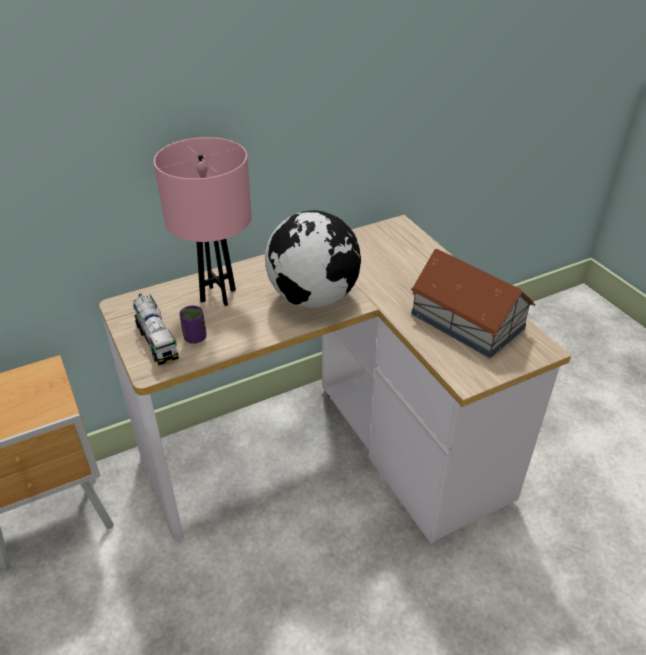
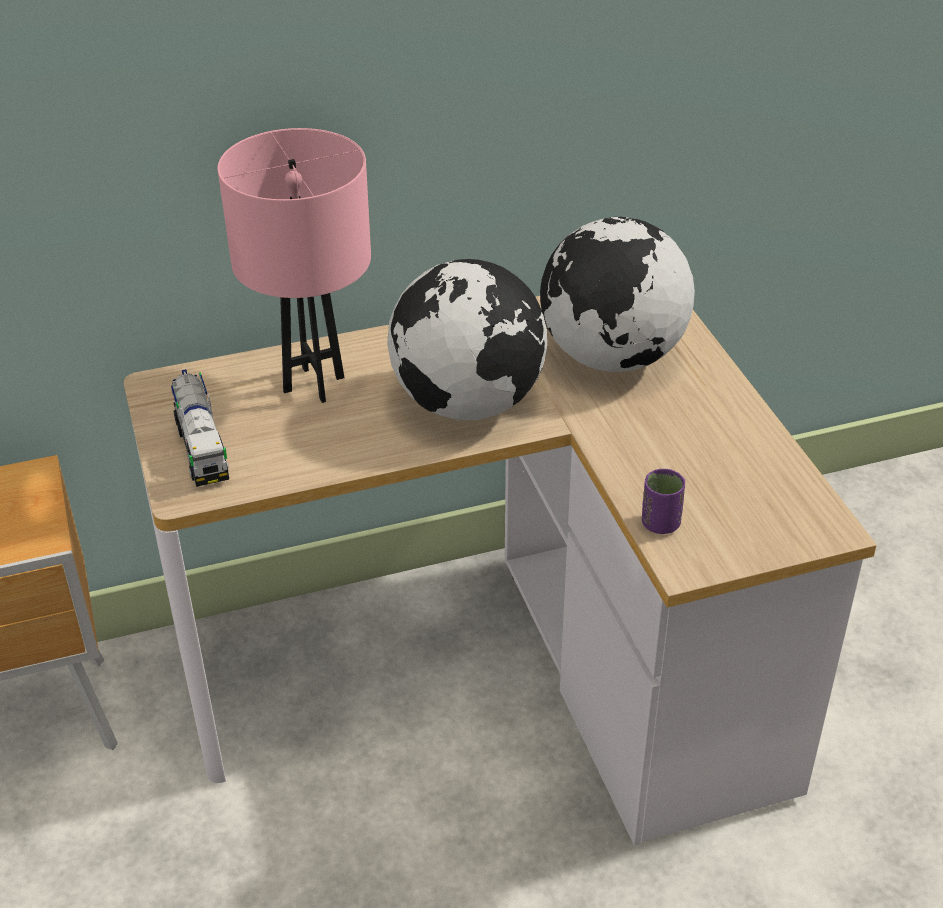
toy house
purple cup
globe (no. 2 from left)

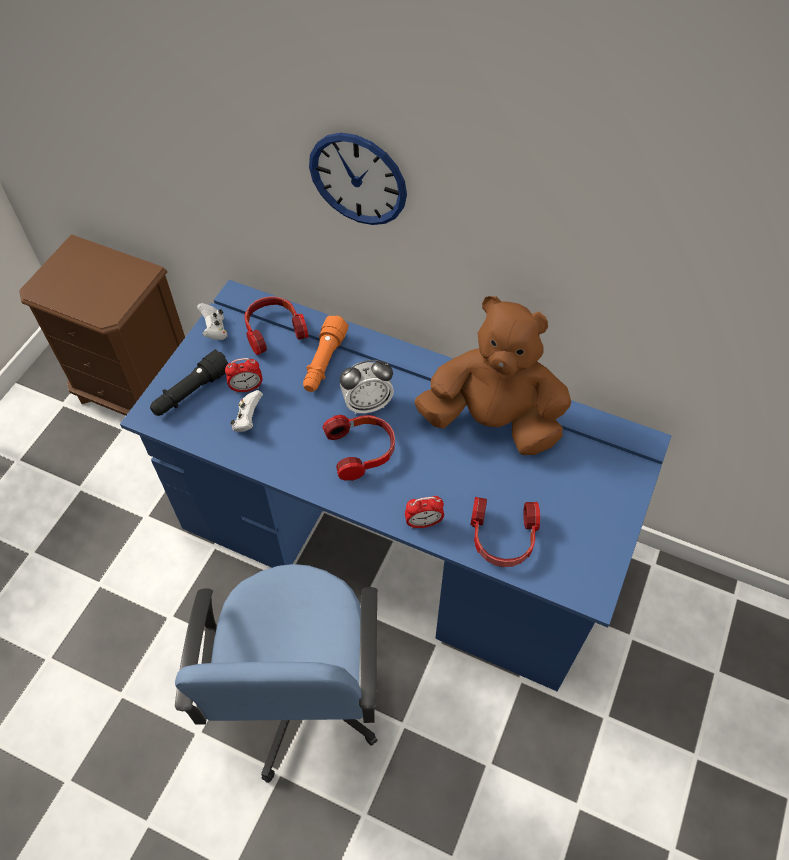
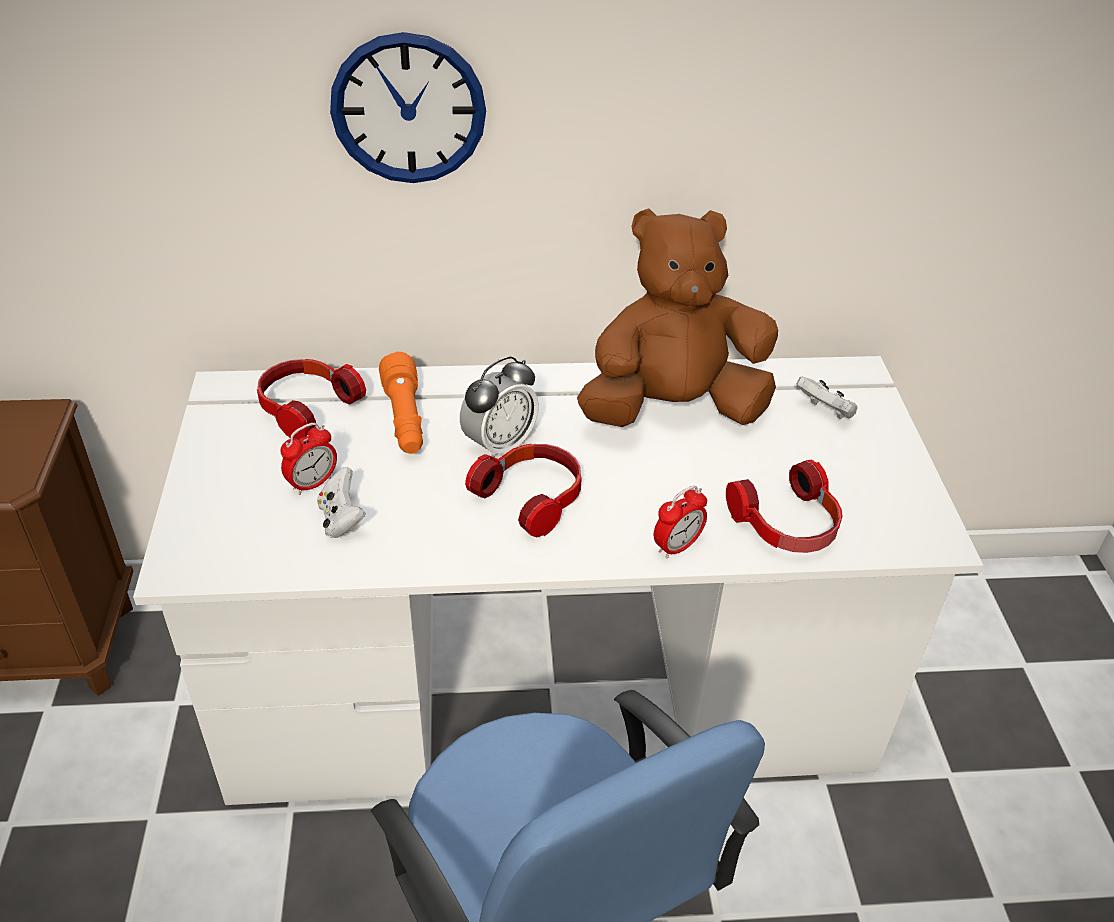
white desk
white game controller (no. 2 from left)
black flashlight

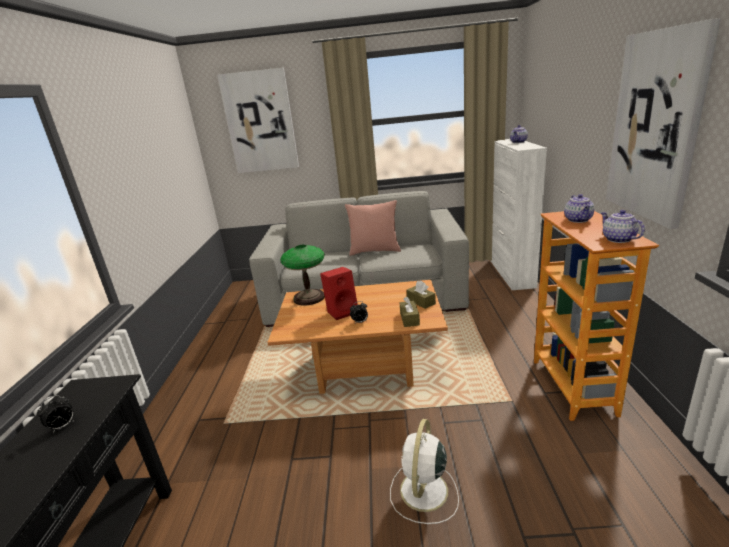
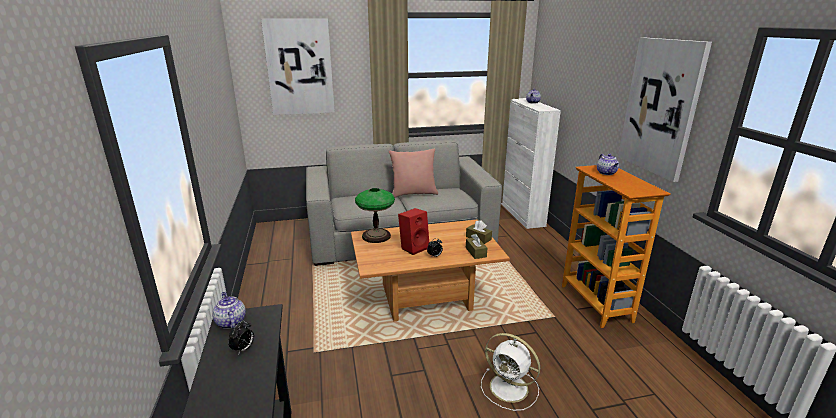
teapot (no. 1 from left)
white fan

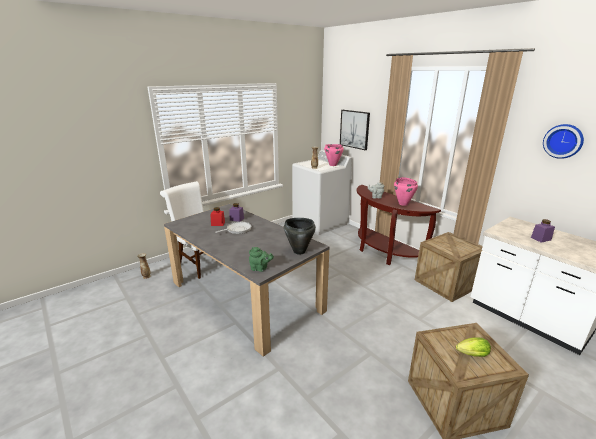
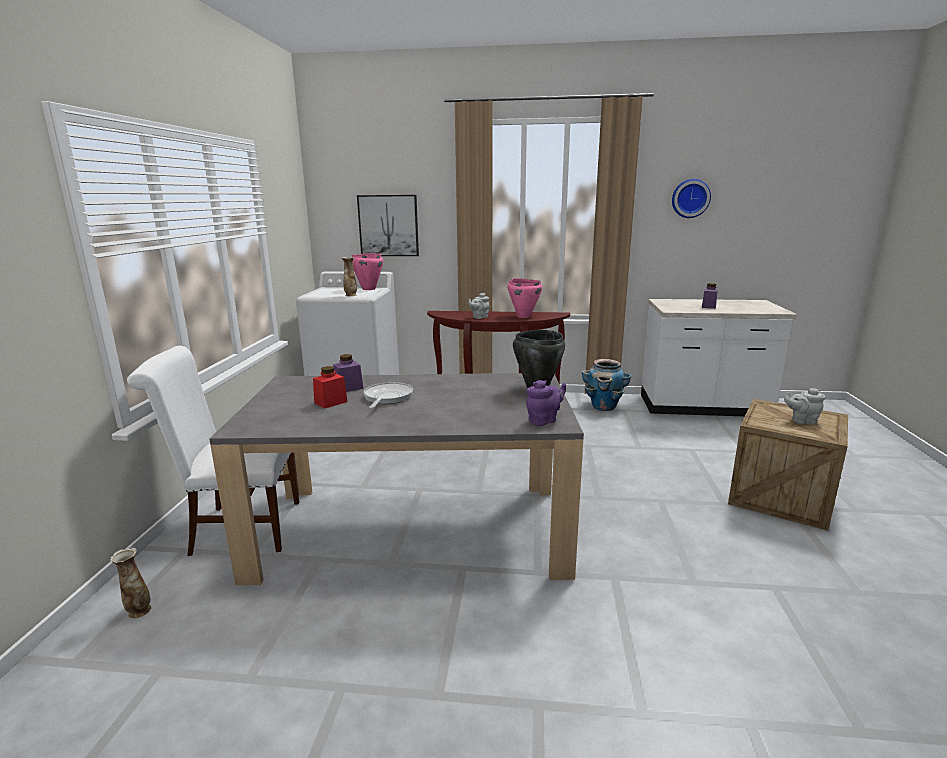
planter
purple teapot
grey teapot (no. 2 from left)

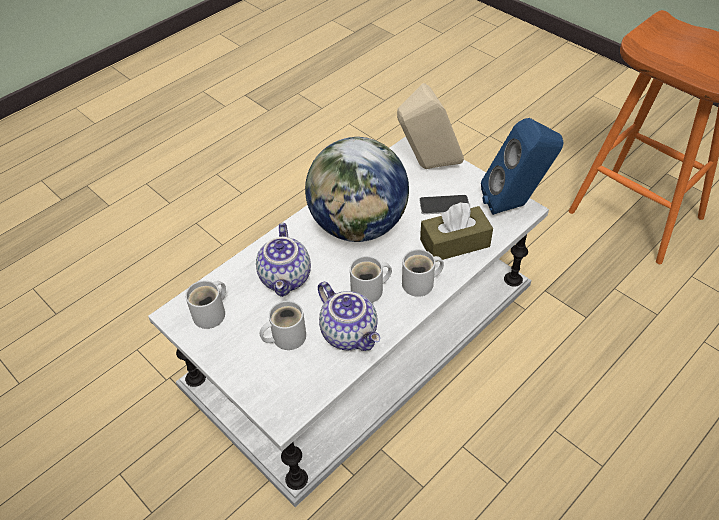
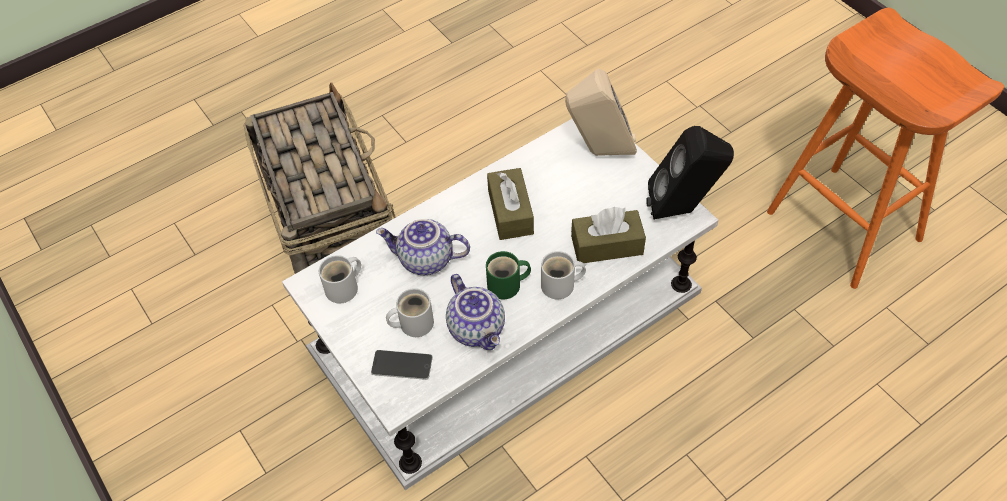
black speaker
brown tissue box (no. 1 from left)
phone
teapot (no. 1 from left)
green mug
basket

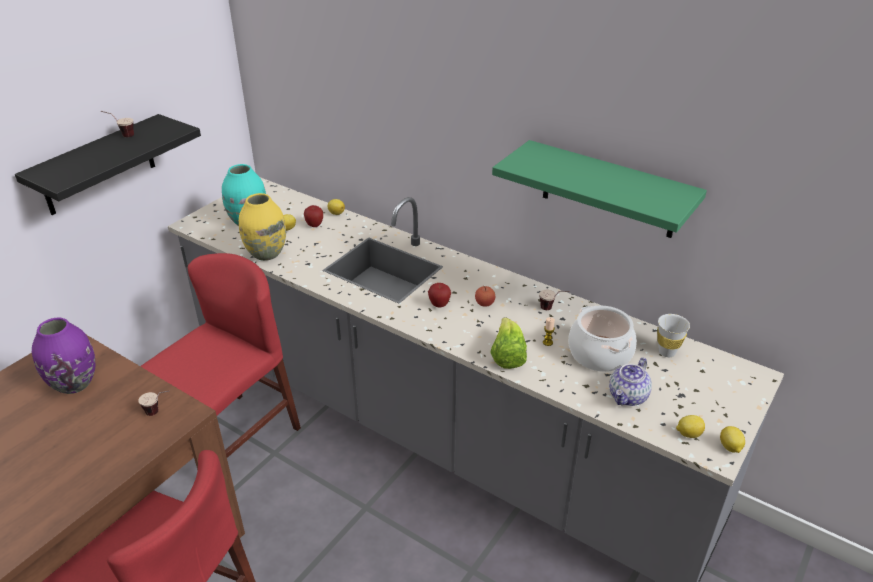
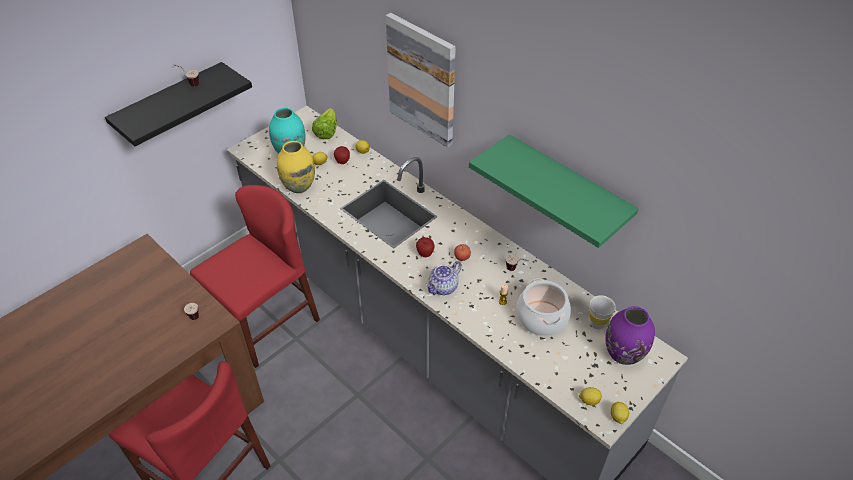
purple vase
lettuce
teapot
picture

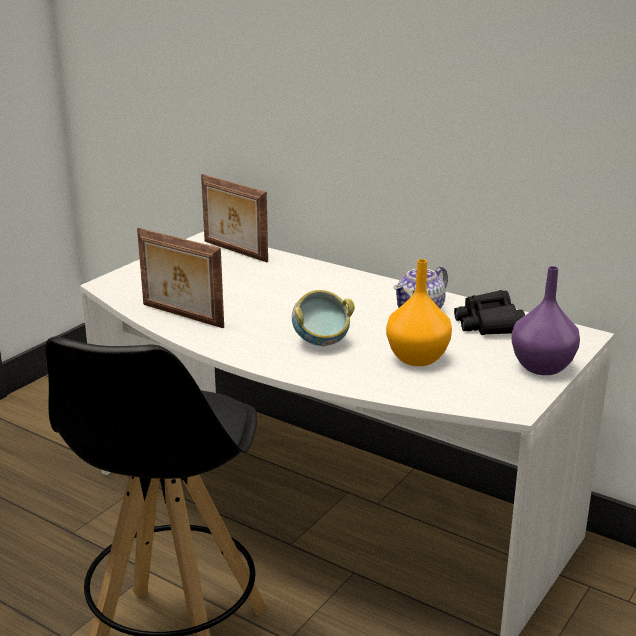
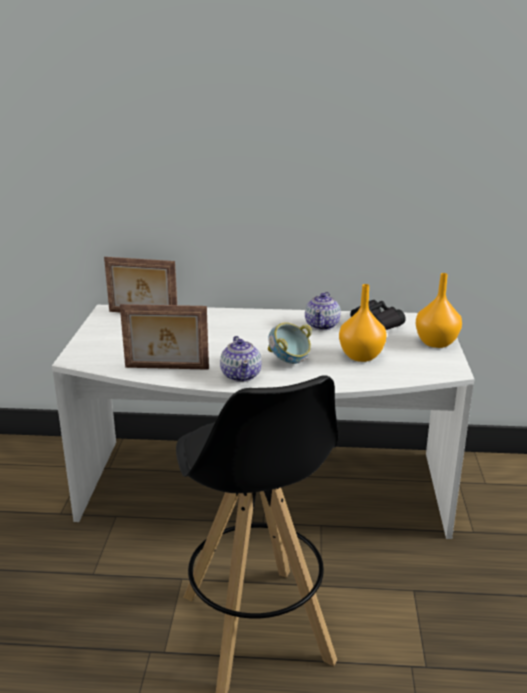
orange vase (no. 2 from left)
teapot (no. 1 from left)

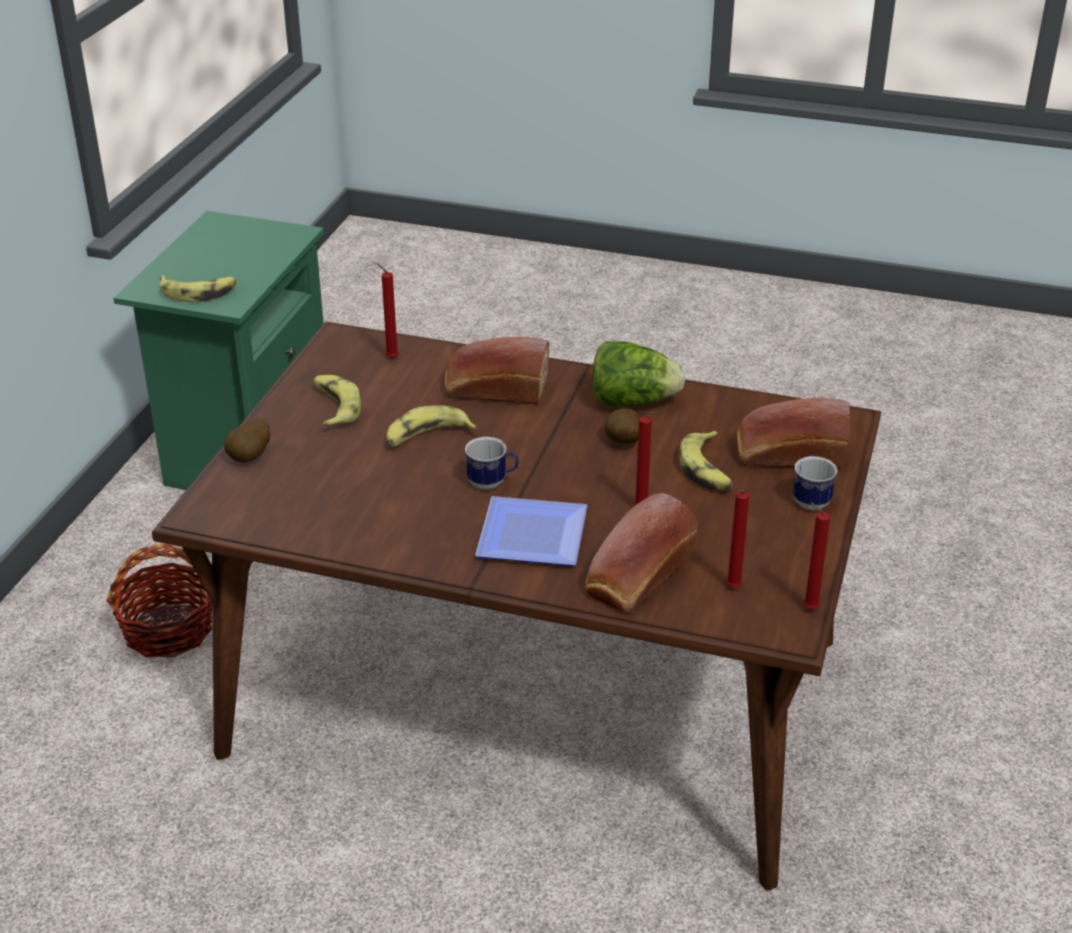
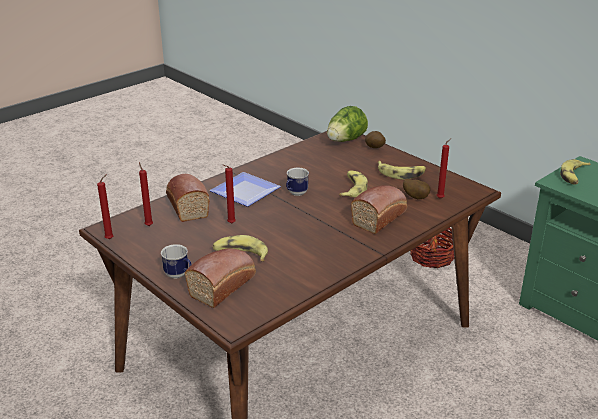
lettuce
potato (no. 2 from left)

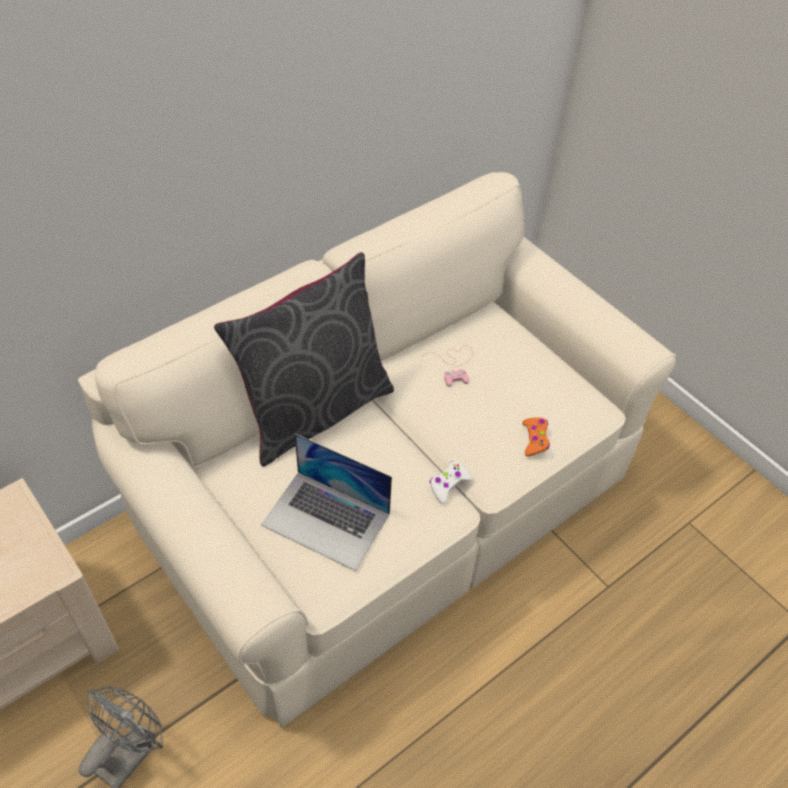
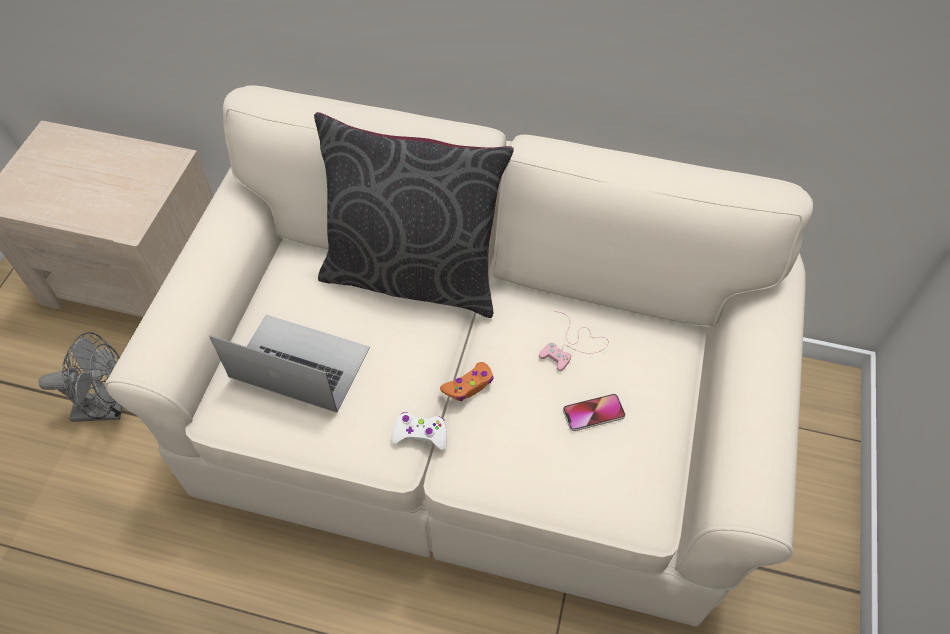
orange game controller
laptop
phone

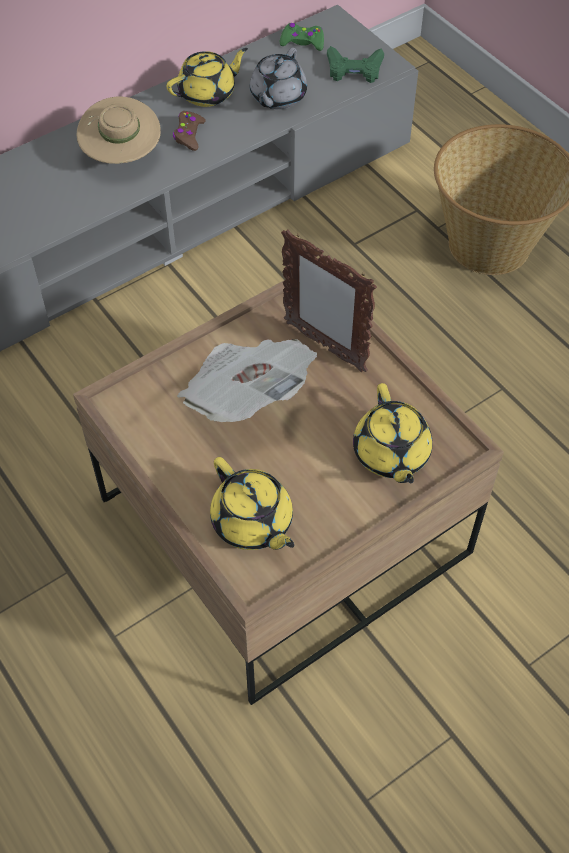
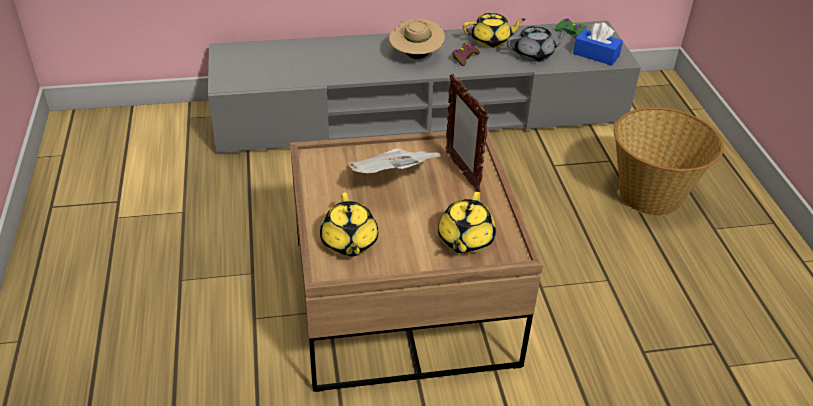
blue tissue box
grey teapot

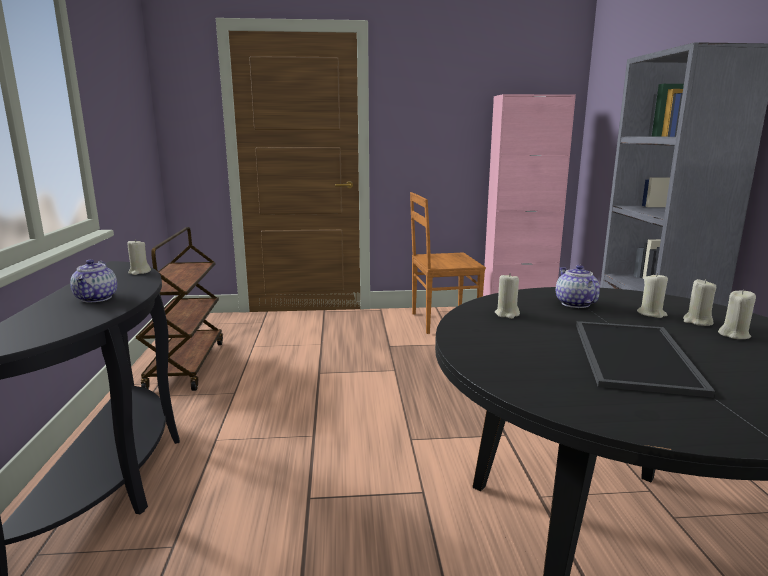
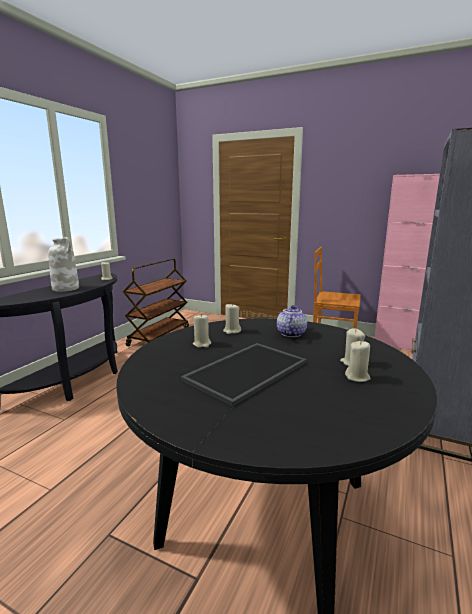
white vase
beige candle (no. 2 from left)

